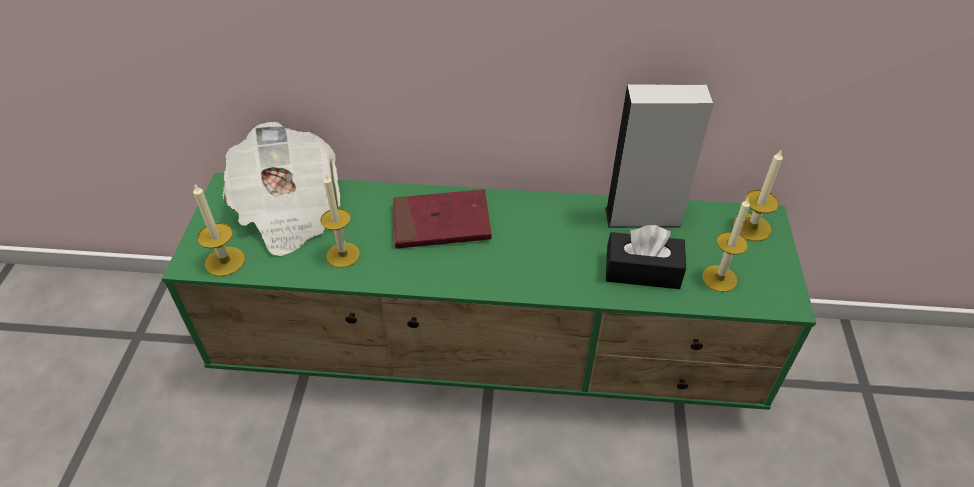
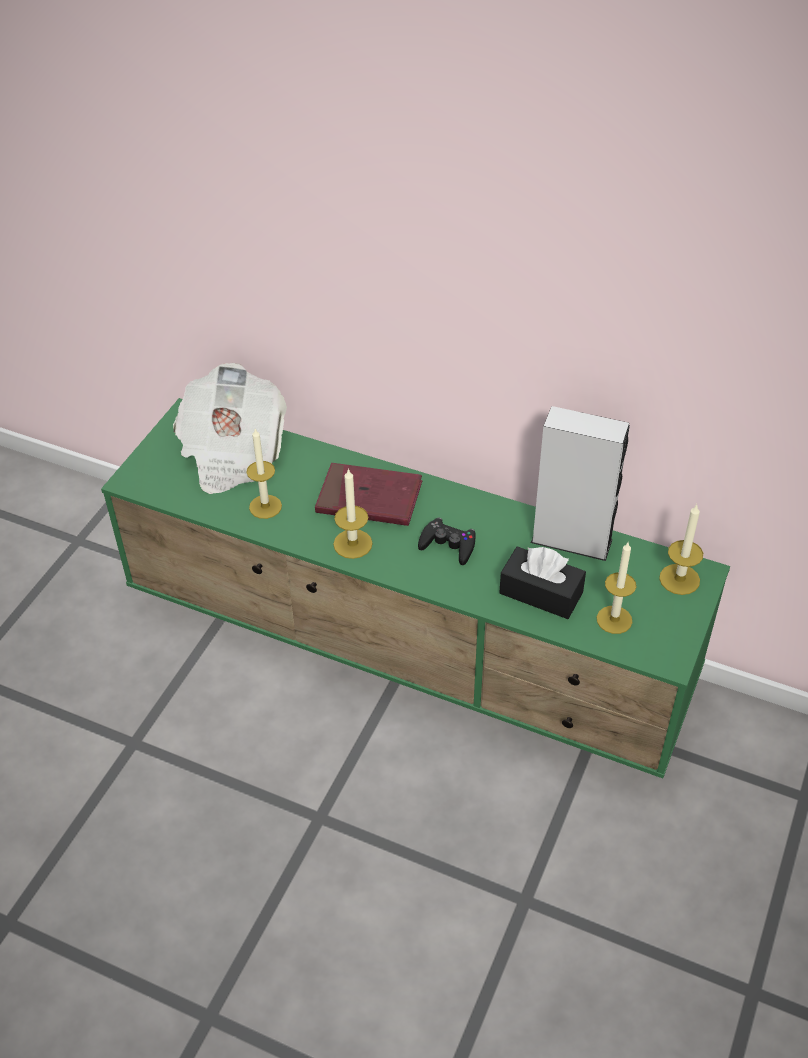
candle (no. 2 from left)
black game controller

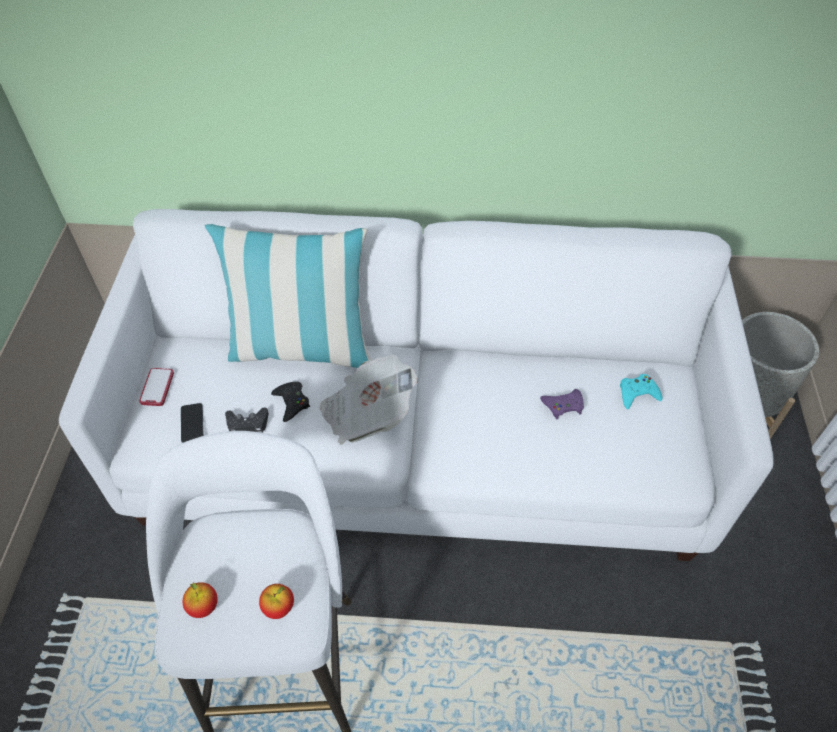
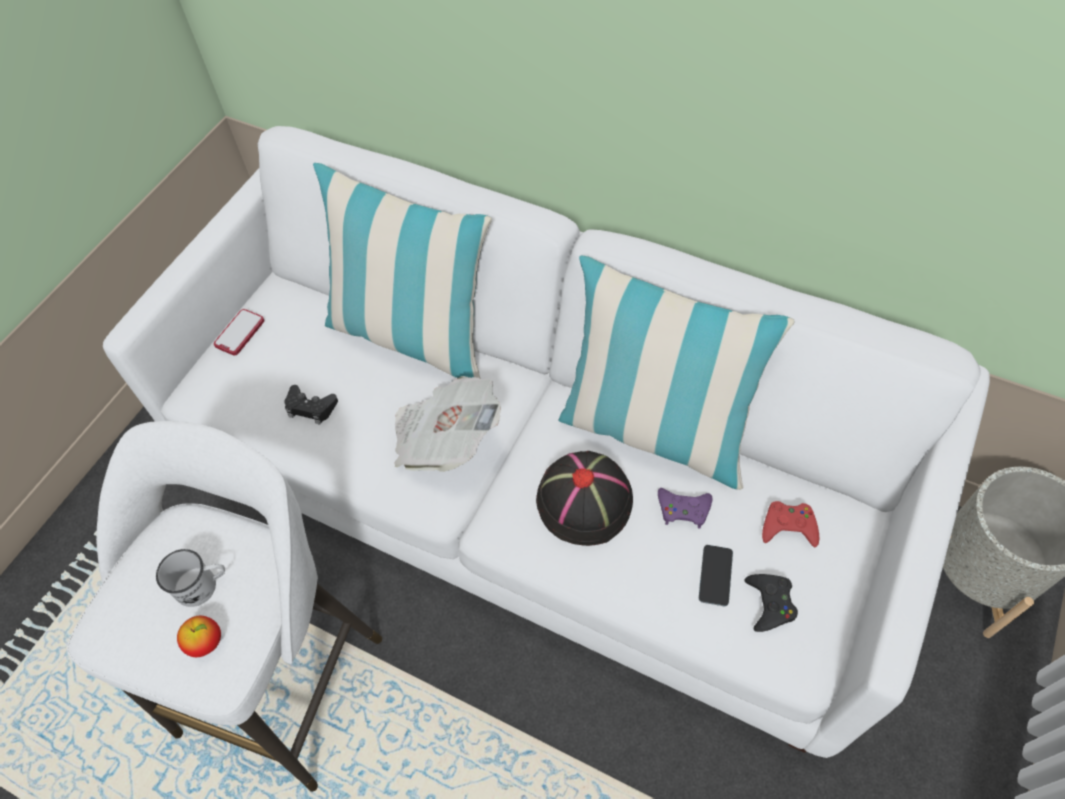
red game controller
black game controller (no. 2 from left)
phone (no. 2 from left)
apple (no. 1 from left in the first image)
pillow (no. 2 from left)
black hat
white mug

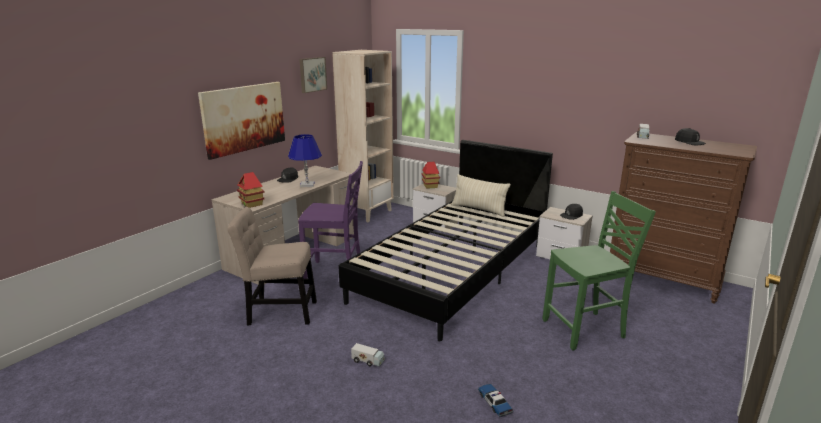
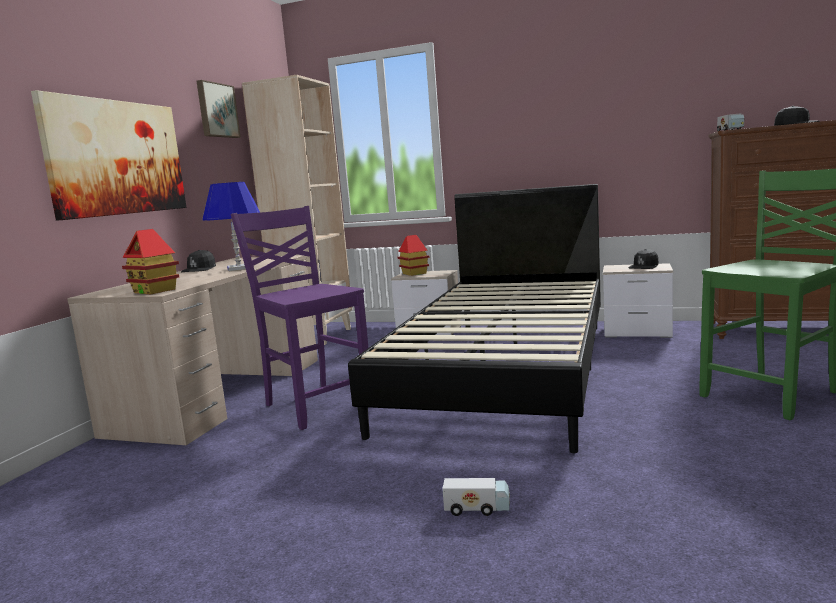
purple chair
beige pillow
beige chair
toy car

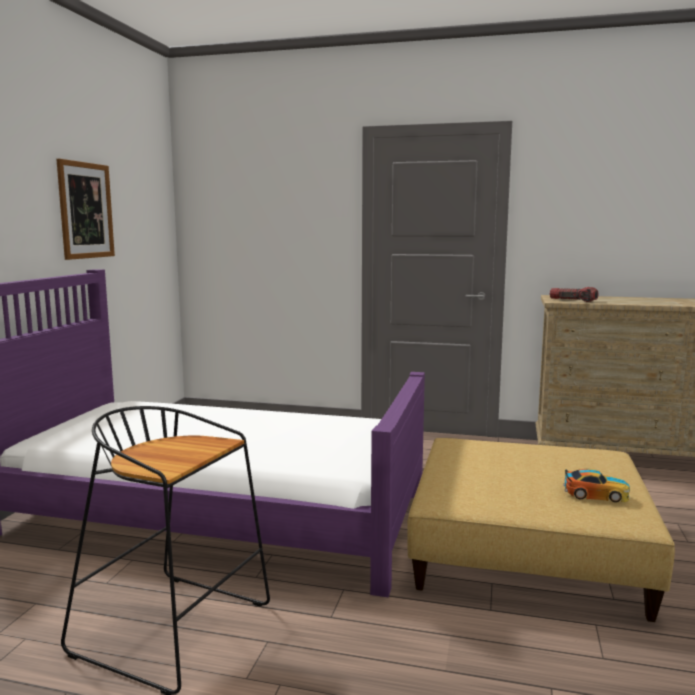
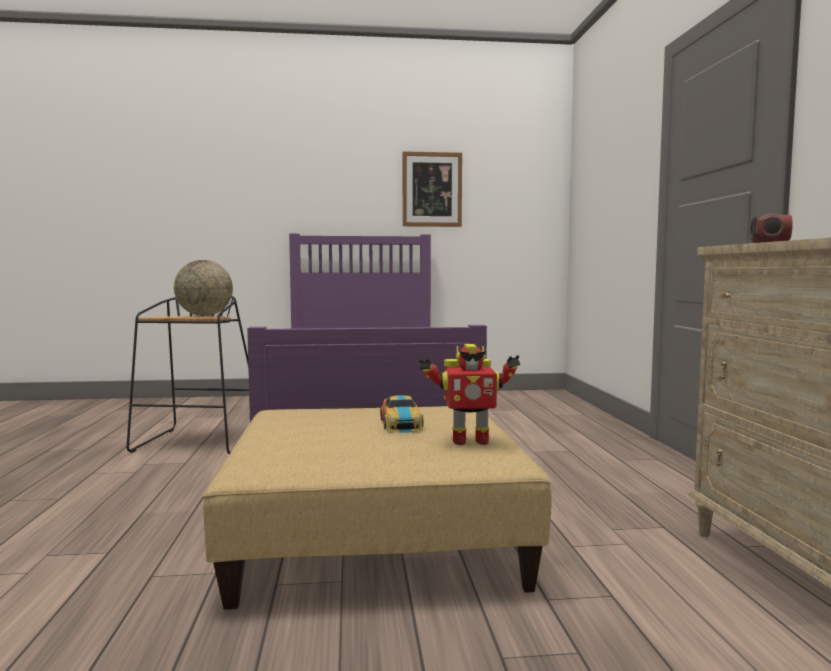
toy car
globe
toy robot

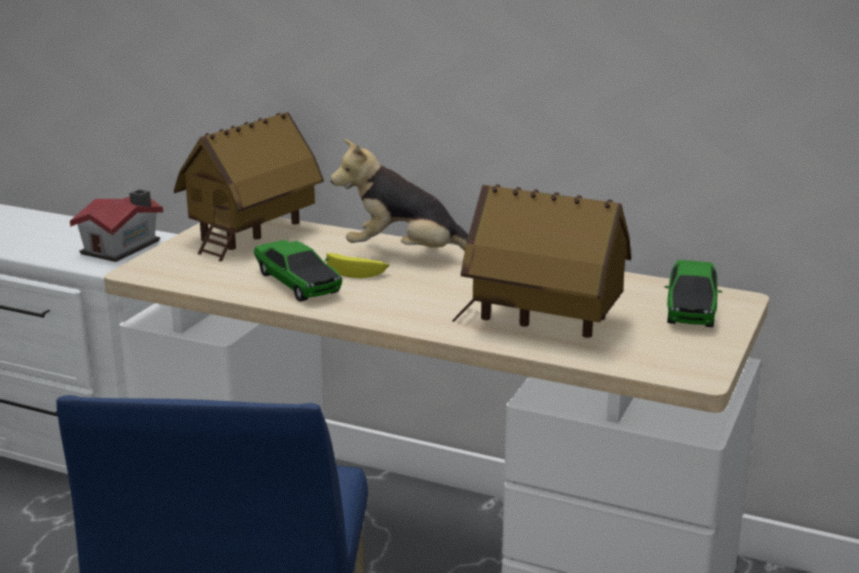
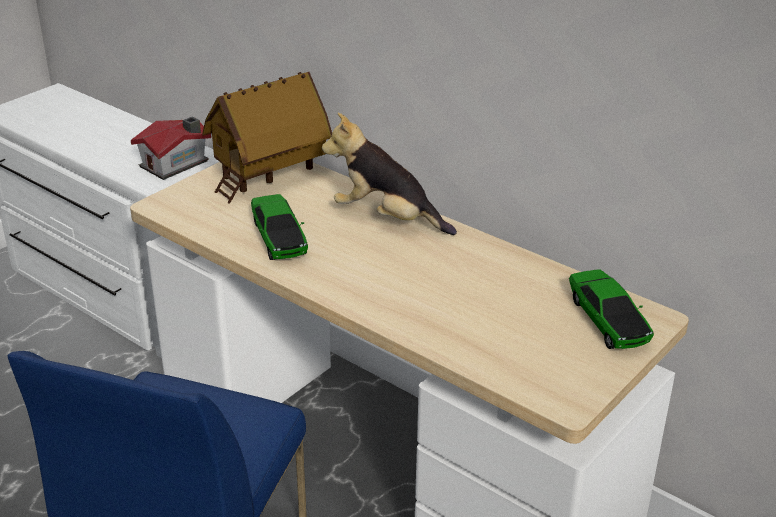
toy house (no. 3 from left in the first image)
banana
toy car (no. 2 from left)

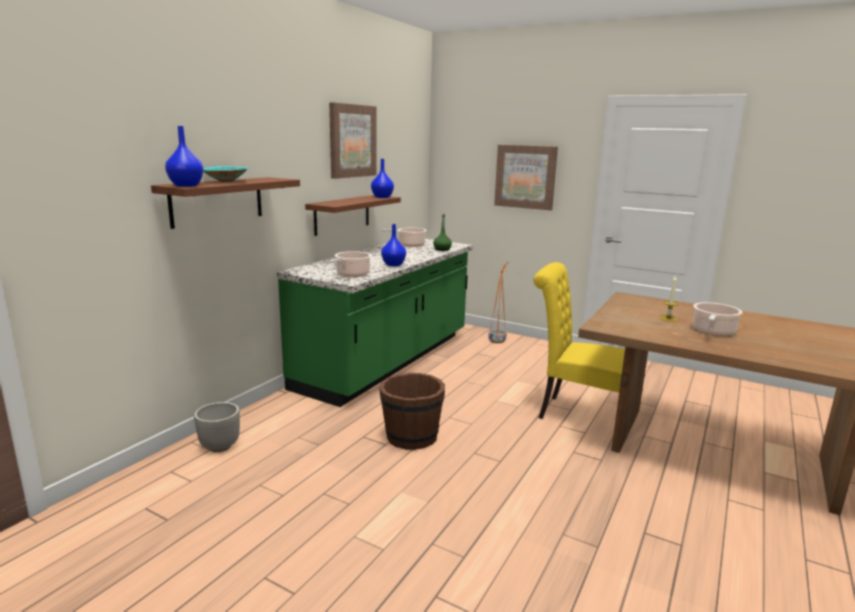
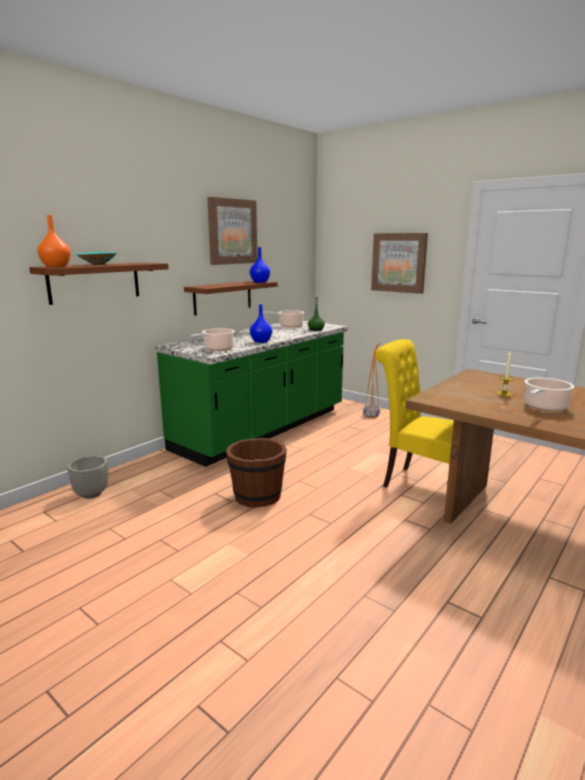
orange vase

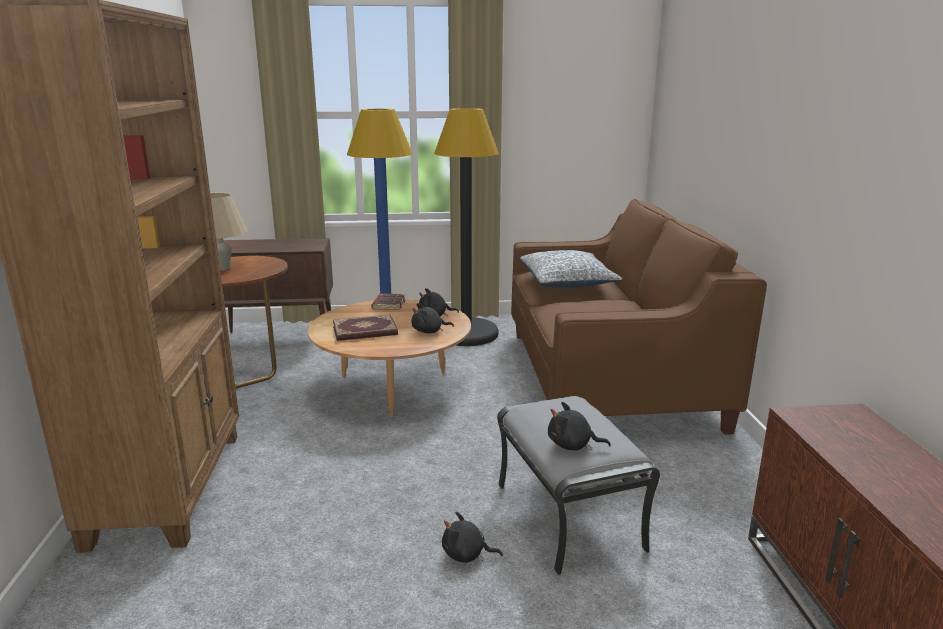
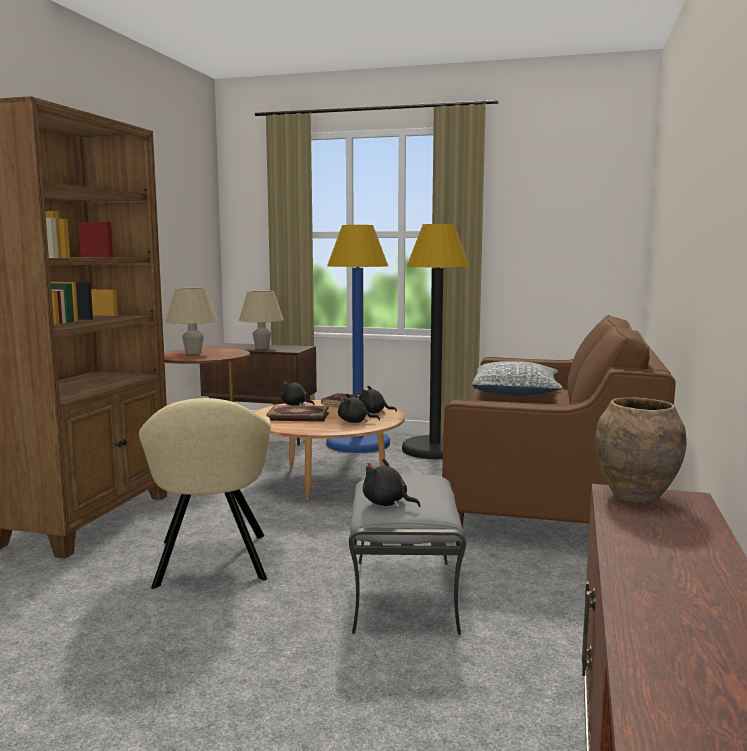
black plush toy (no. 1 from left)
beige table lamp (no. 2 from left)
brown vase
beige armchair

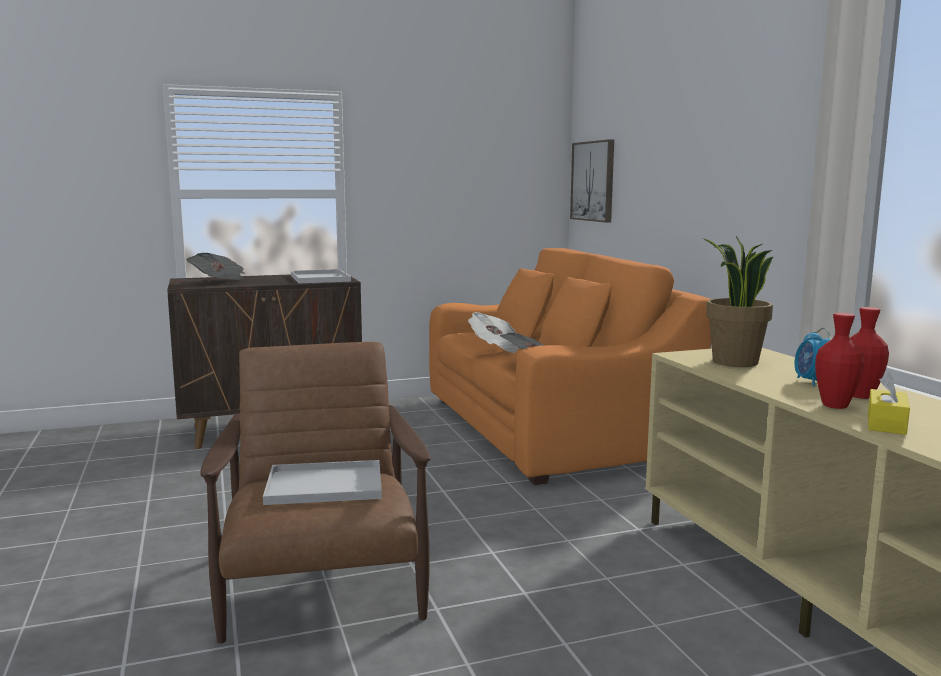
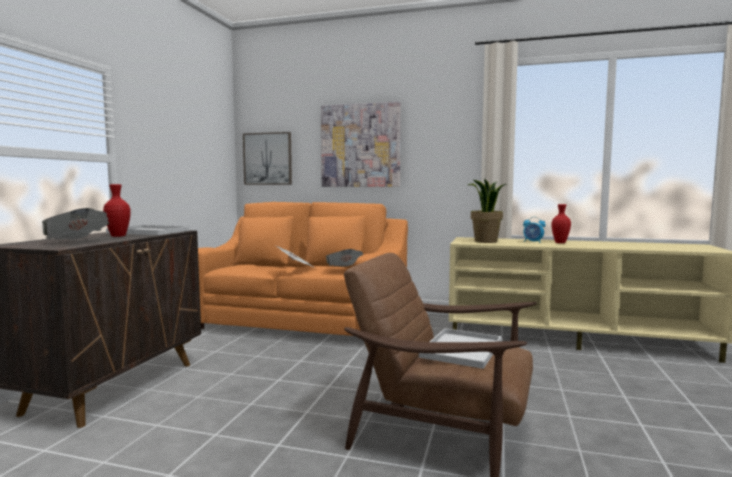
red vase (no. 1 from left)
yellow tissue box
picture (no. 2 from left)

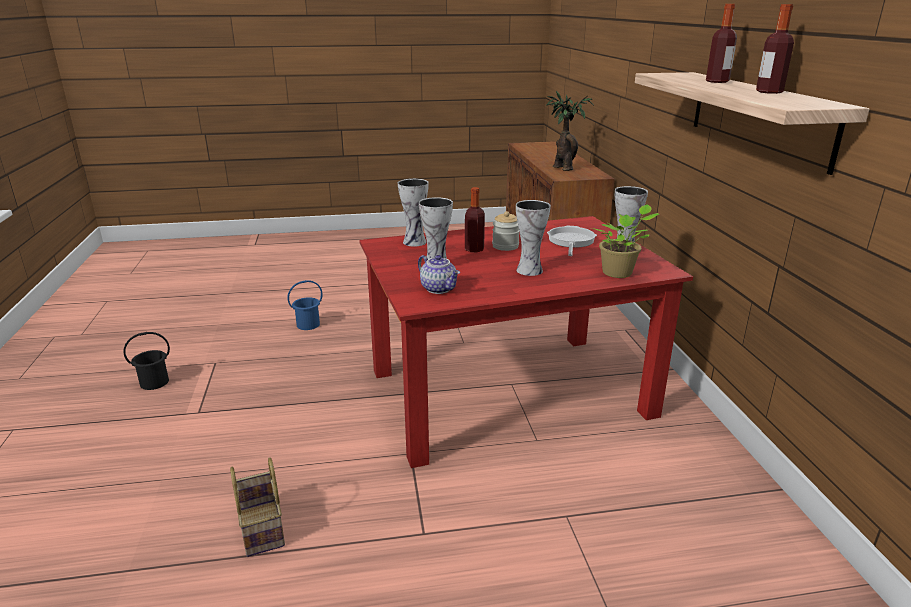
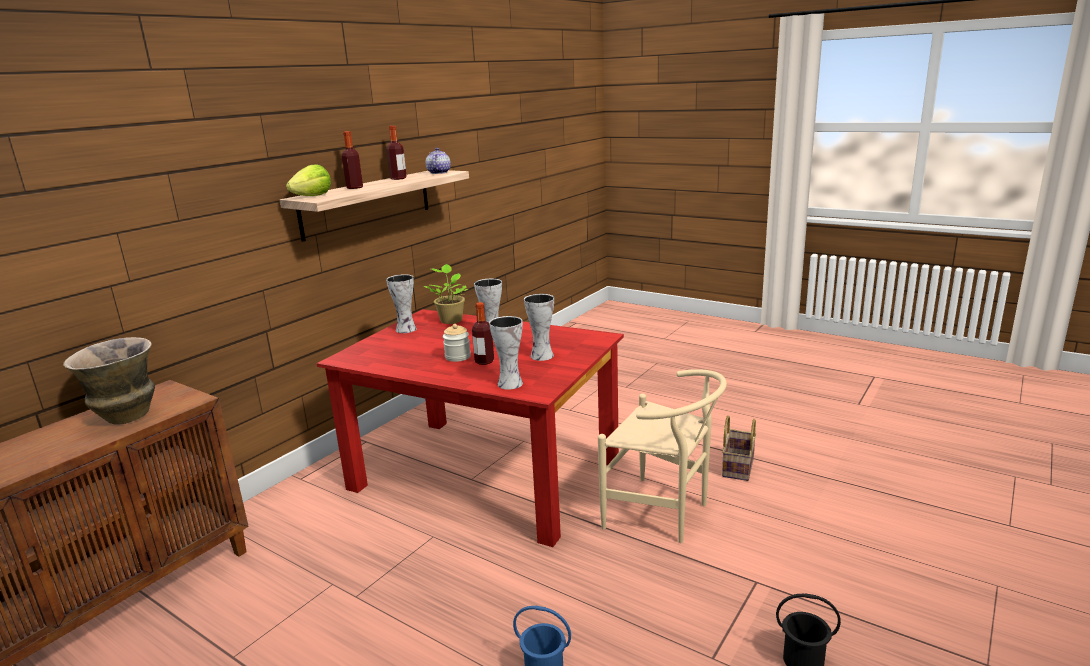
vase (no. 1 from left)
frying pan
teapot
lettuce
beige chair

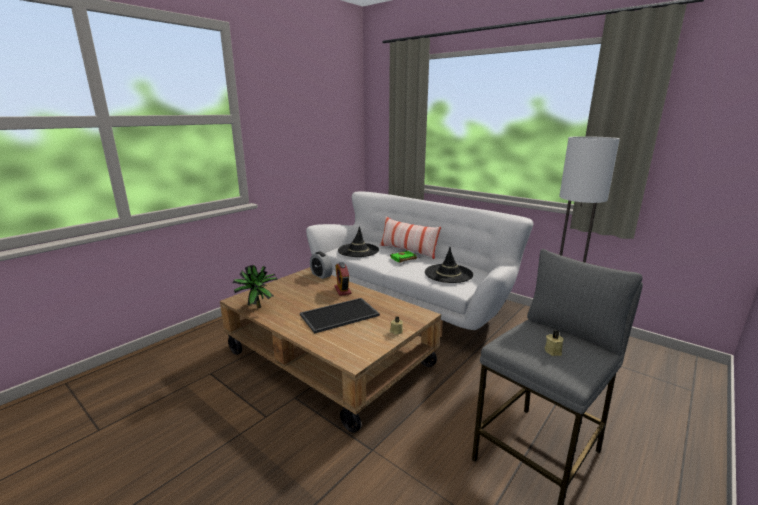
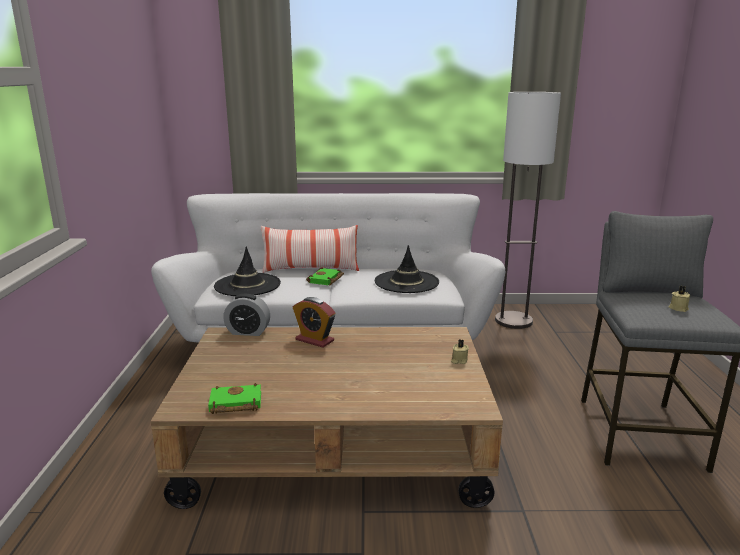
green book (no. 1 from left)
tray

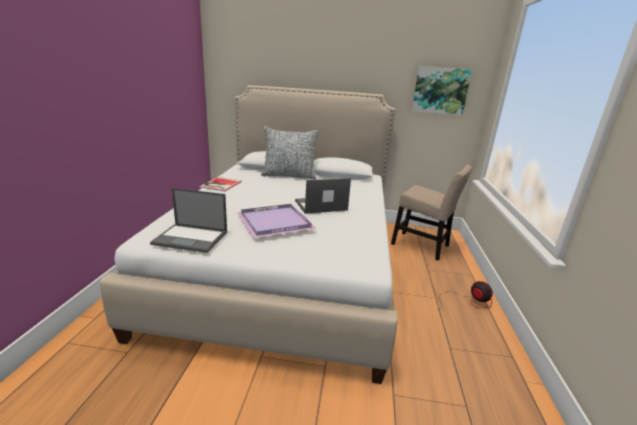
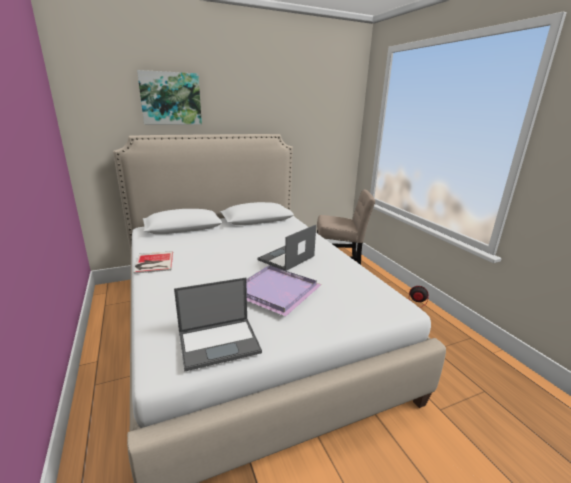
picture
pillow

